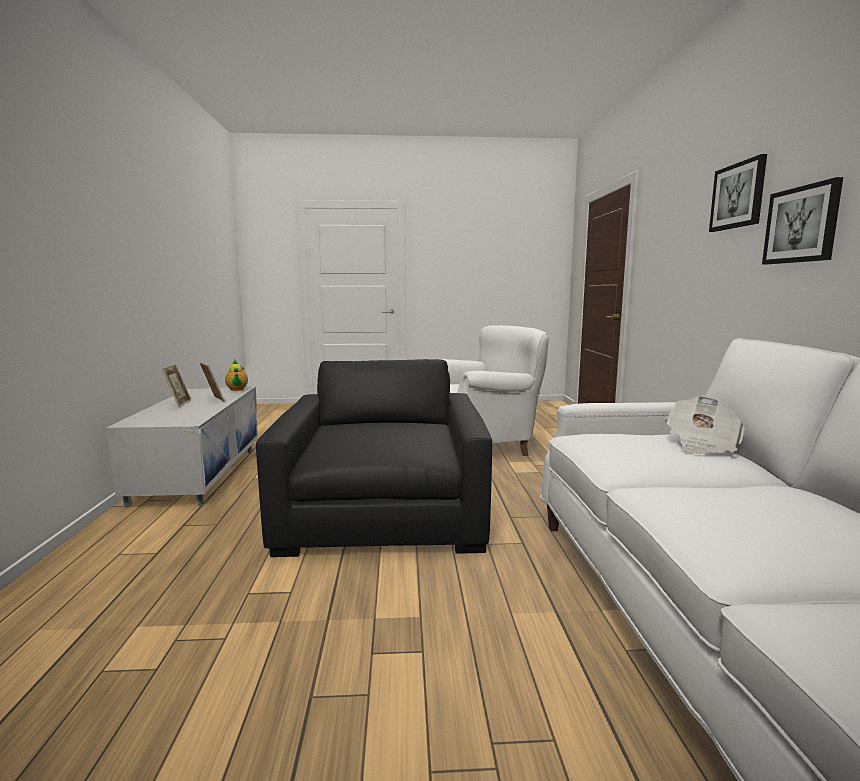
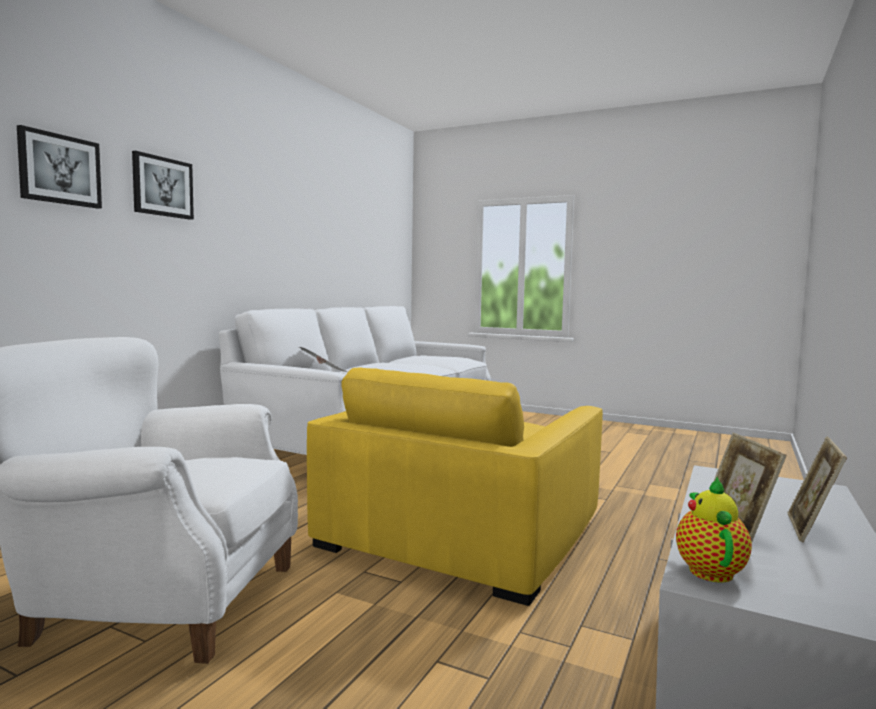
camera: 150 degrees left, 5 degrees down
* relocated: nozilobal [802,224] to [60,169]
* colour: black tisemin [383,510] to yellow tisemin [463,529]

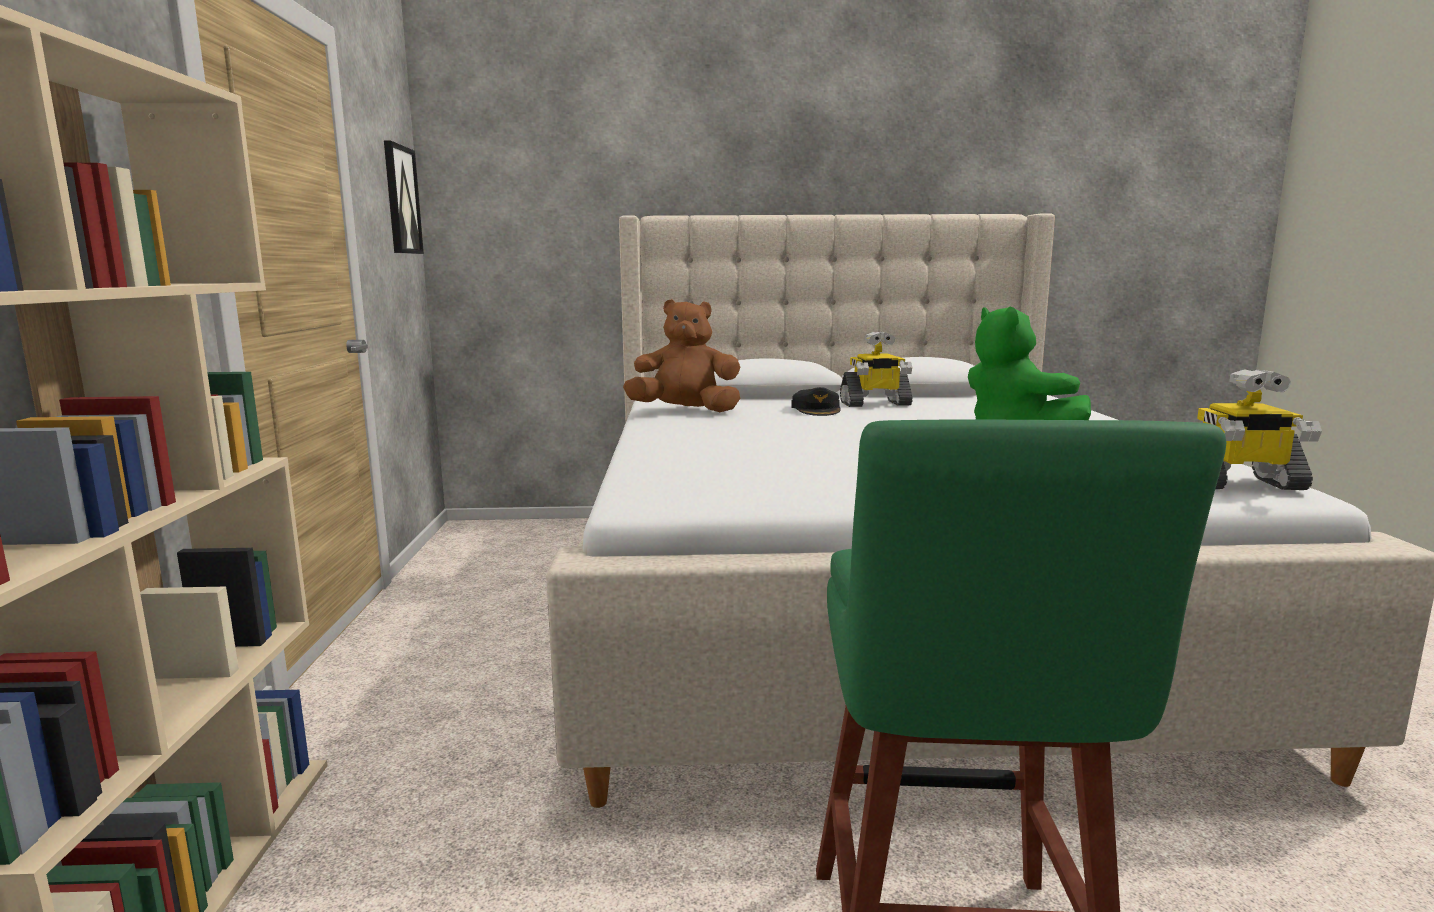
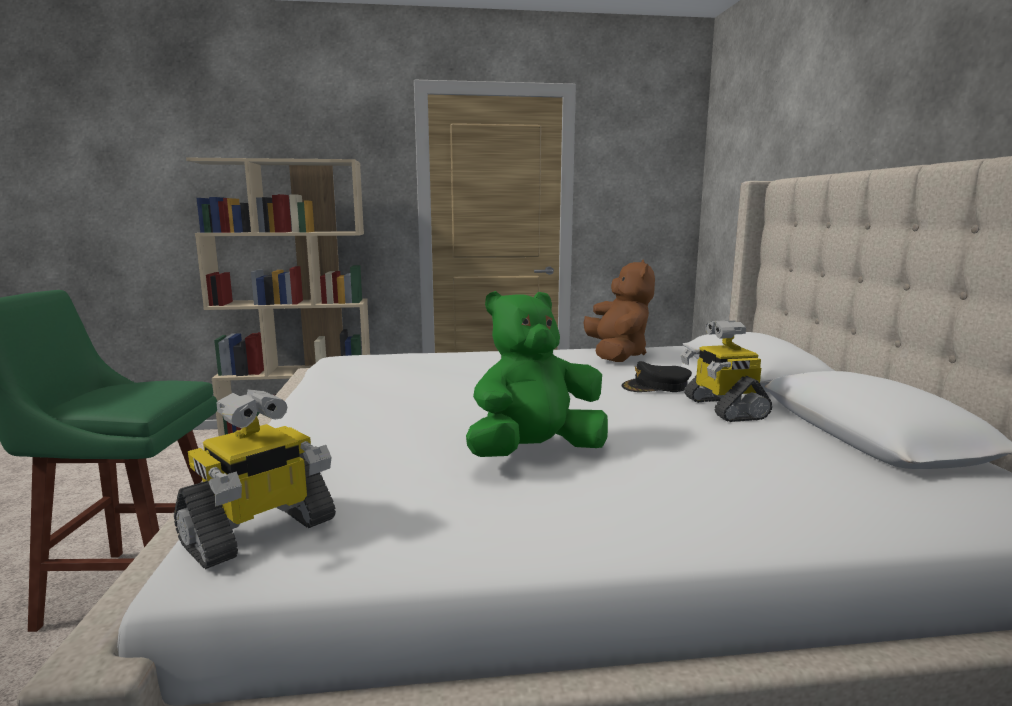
camera: 85 degrees right, 0 degrees up
* missing: nozilobal [401,200]
* spun: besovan [1238,484] = [259,532] 135 degrees counterclockwise

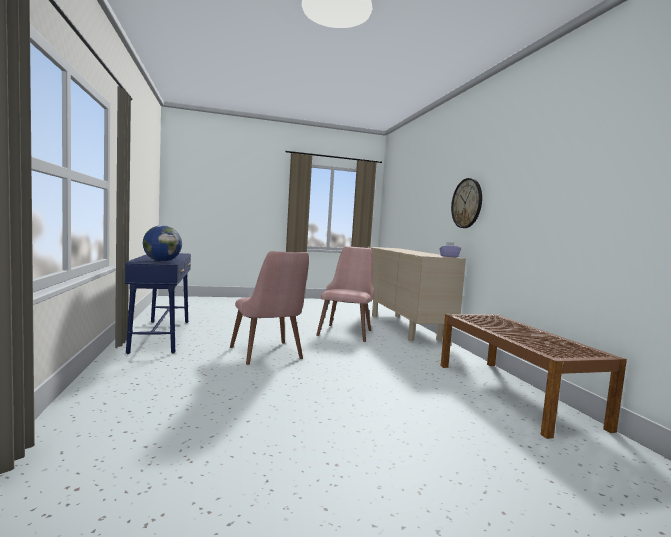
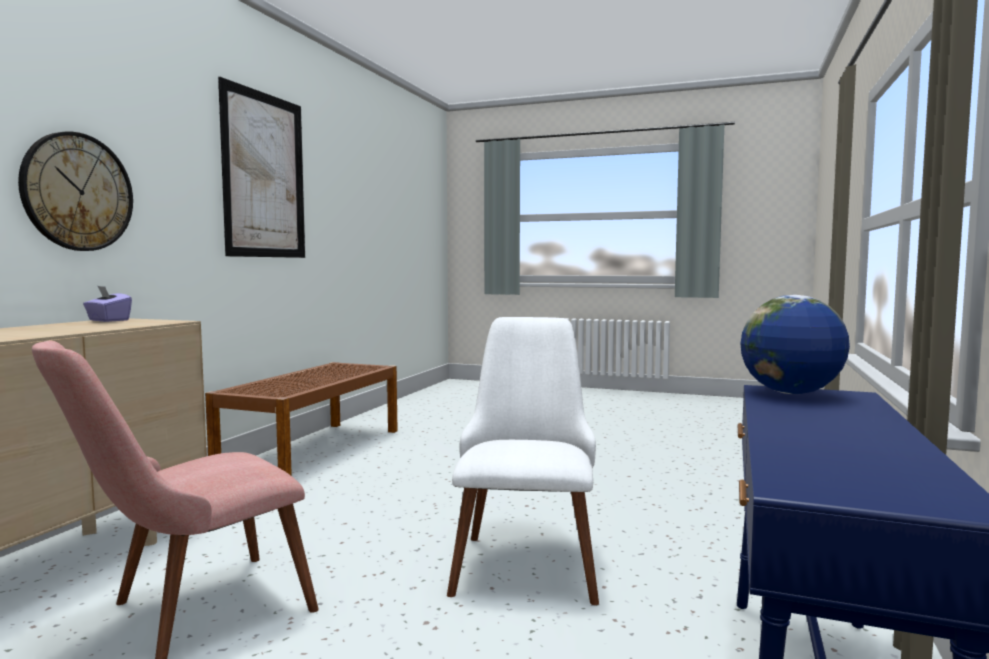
camera: 145 degrees left, 0 degrees up
* colour: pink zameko [270,355] to white zameko [526,557]
* appeared: nozilobal [265,175]

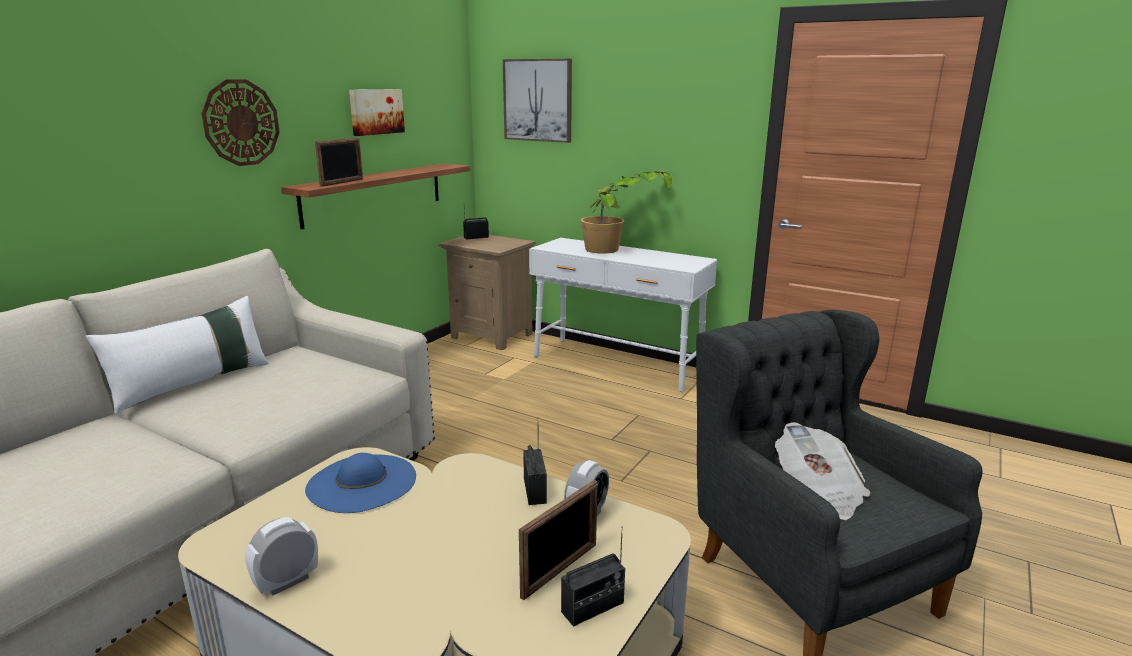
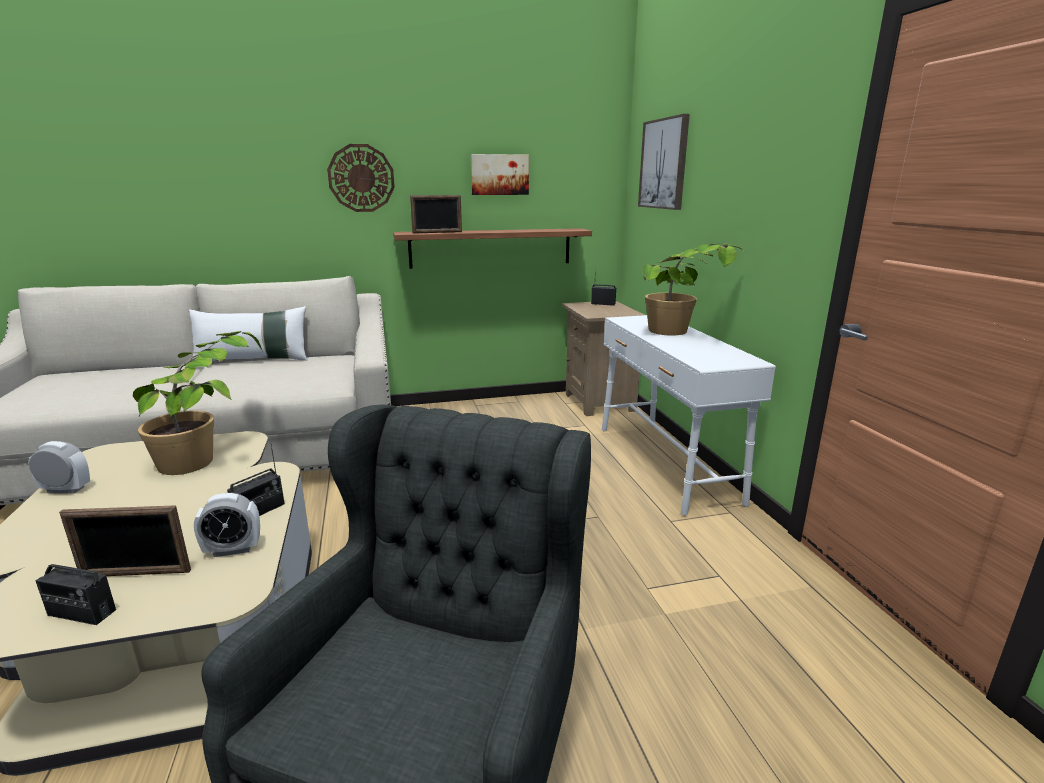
camera: 45 degrees right, 0 degrees up
* missing: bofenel [819,491]
* exchanged: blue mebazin [362,482] to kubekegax [212,454]

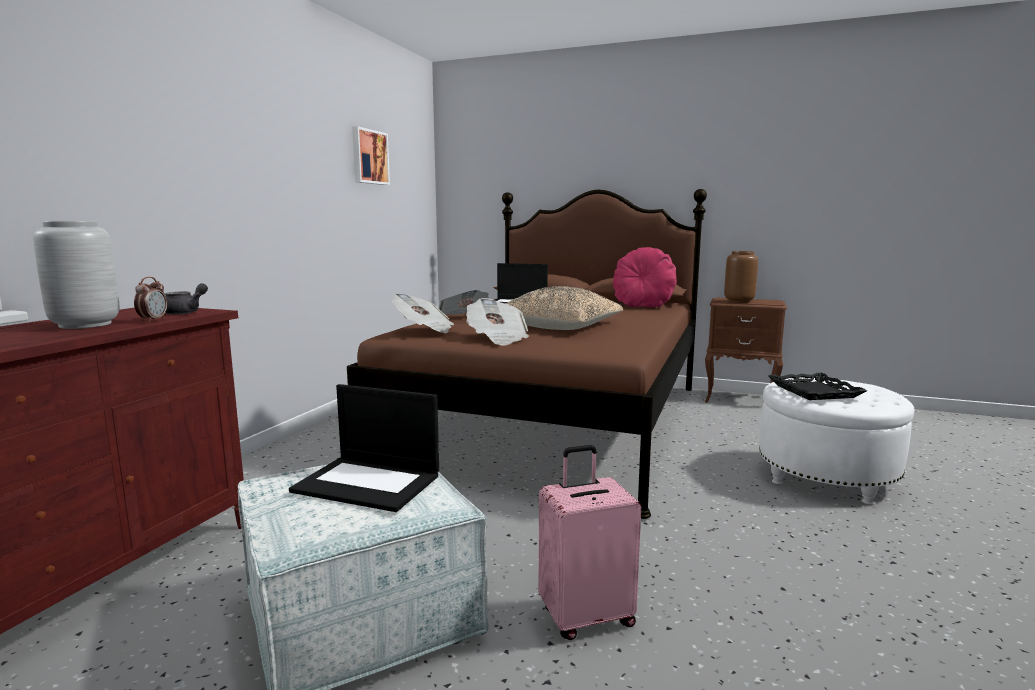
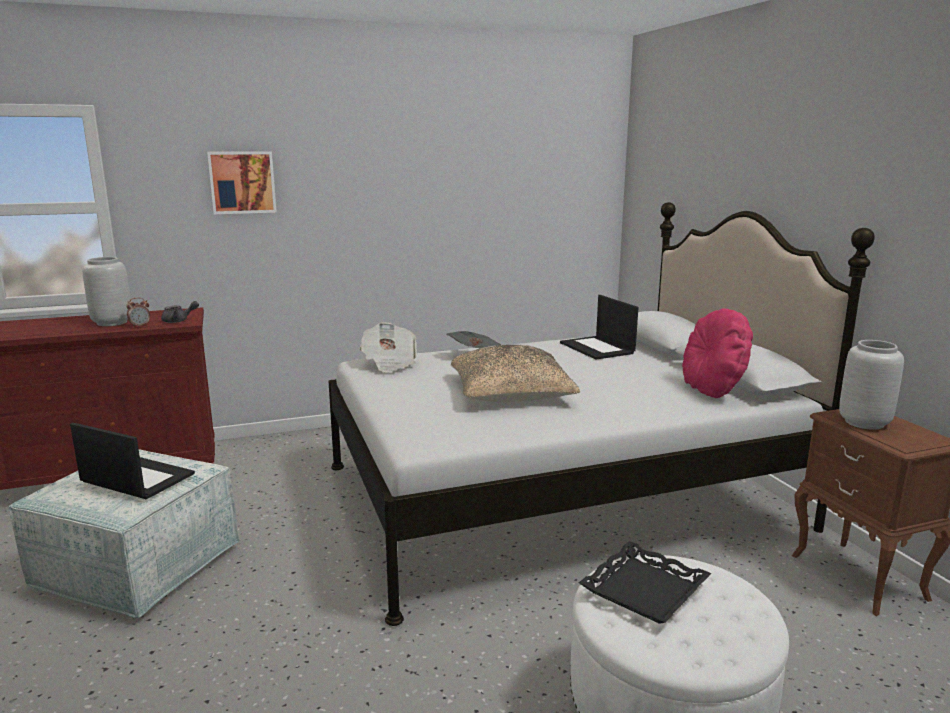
camera: 50 degrees right, 5 degrees up
* relocated: nozilobal [369,157] to [242,182]
* colour: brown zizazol [554,421] to white zizazol [558,497]
* colour: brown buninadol [739,301] to grey buninadol [865,423]
* missing: bofenel [497,339]
* spun: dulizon [369,483] = [136,478] 135 degrees clockwise
* missing: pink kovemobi [586,616]

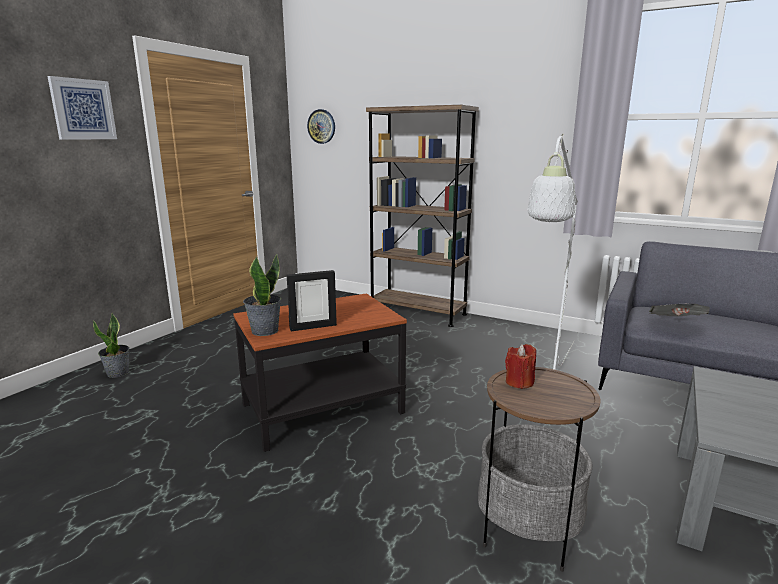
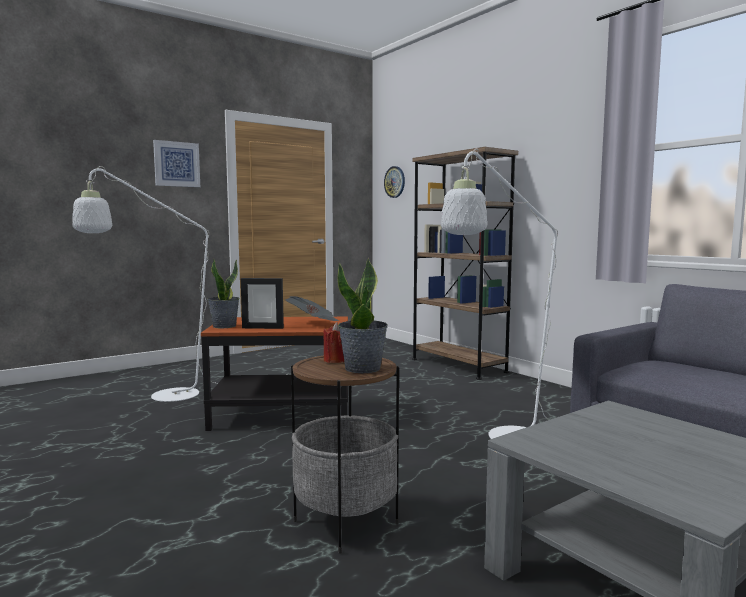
camera: 25 degrees right, 10 degrees down
* relocated: bofenel [675,324] to [314,323]
* relocated: kubekegax [118,373] to [363,368]
* appeared: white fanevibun [162,397]

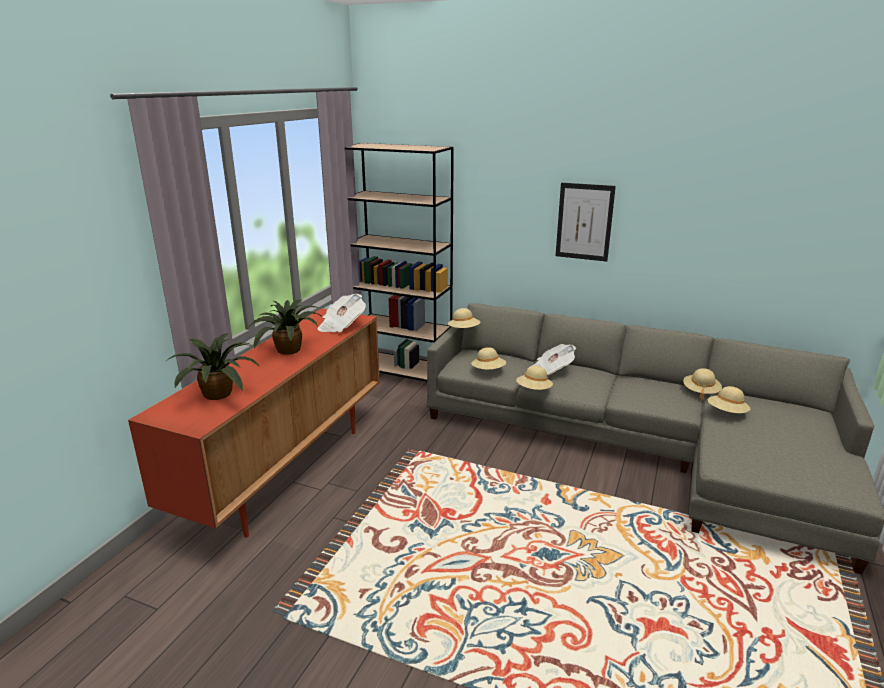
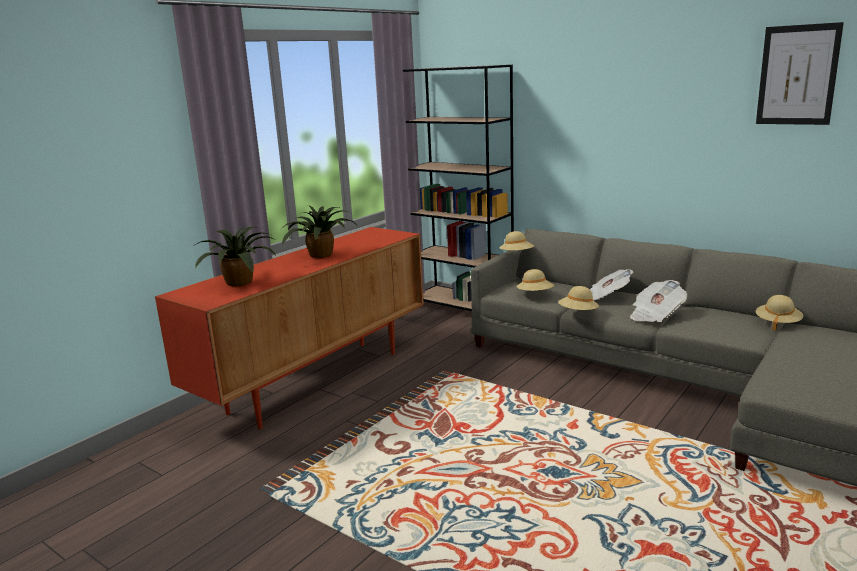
camera: 15 degrees right, 5 degrees down
* relocated: nozilobal [584,222] to [797,75]
* relocated: bofenel [341,326] to [655,315]
* missing: beige mebazin [727,413]

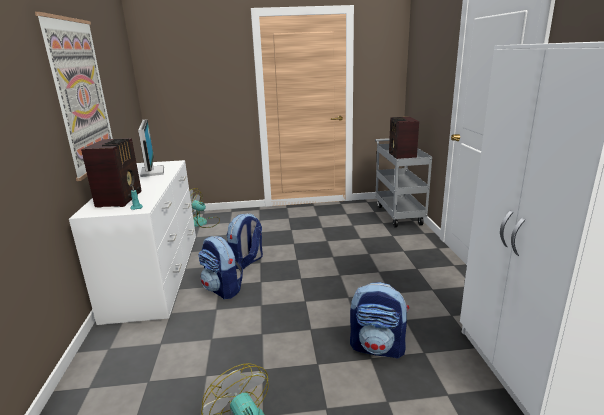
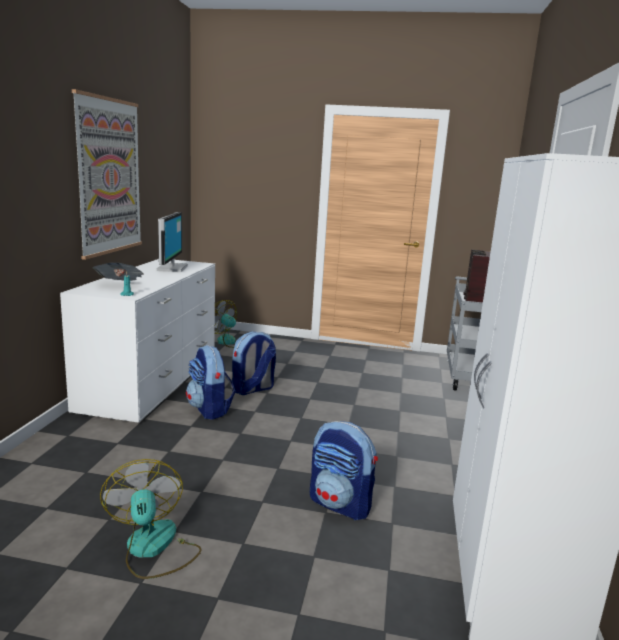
camera: 15 degrees right, 5 degrees down
* exchanged: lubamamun [121,199] to bofenel [120,285]

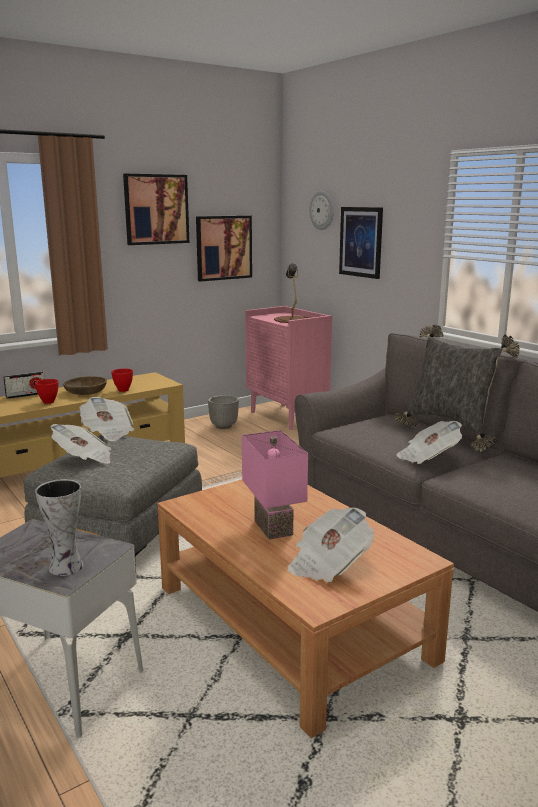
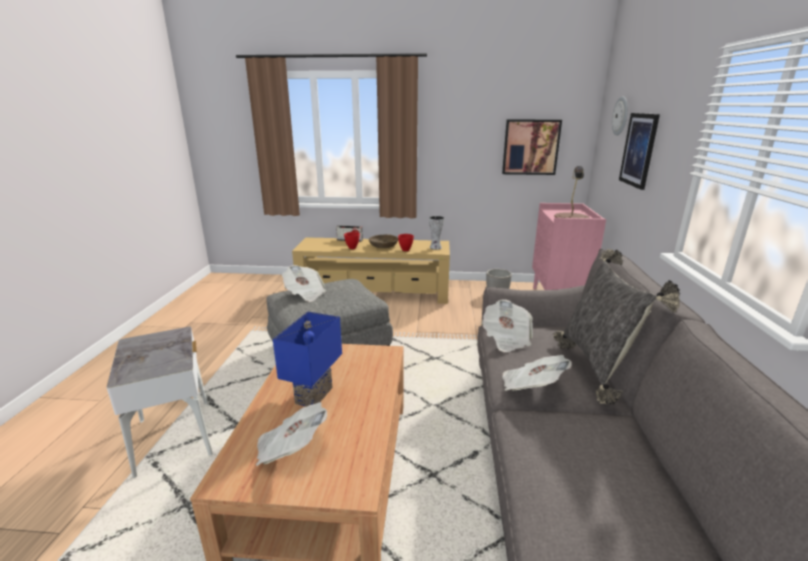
camera: 40 degrees right, 5 degrees up
* missing: nozilobal [156,209]
* relocated: bofenel [108,432] to [506,338]
* colour: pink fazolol [275,528] to blue fazolol [315,396]
* relocated: buninadol [65,567] to [435,247]

